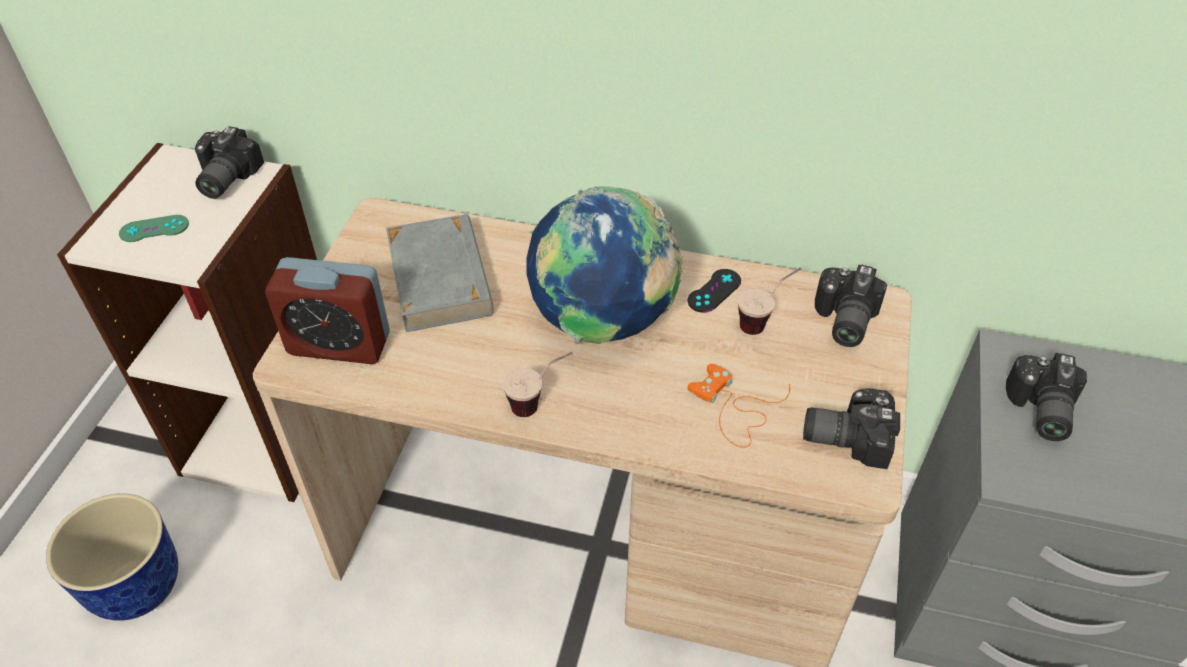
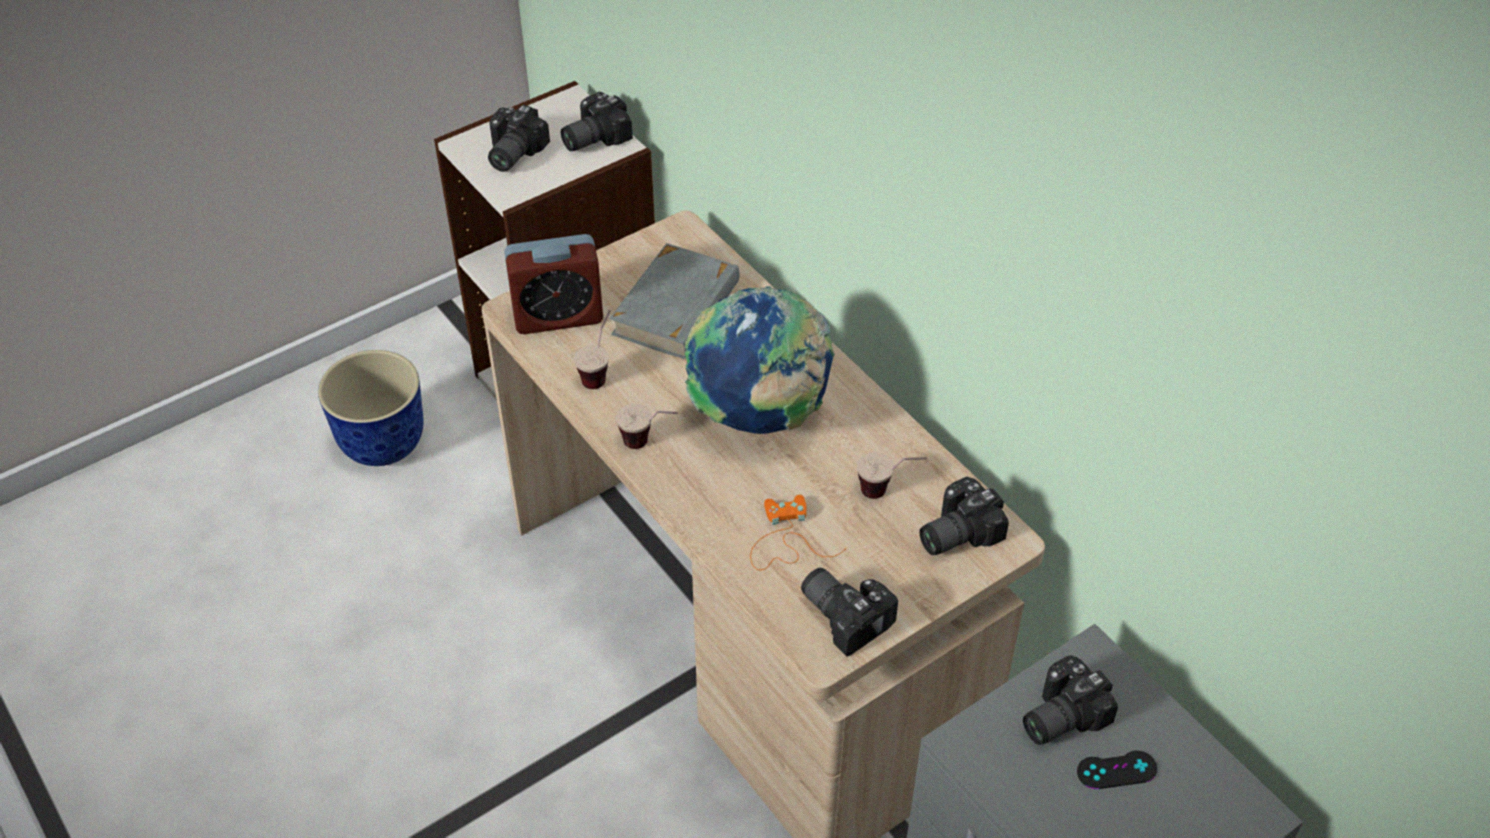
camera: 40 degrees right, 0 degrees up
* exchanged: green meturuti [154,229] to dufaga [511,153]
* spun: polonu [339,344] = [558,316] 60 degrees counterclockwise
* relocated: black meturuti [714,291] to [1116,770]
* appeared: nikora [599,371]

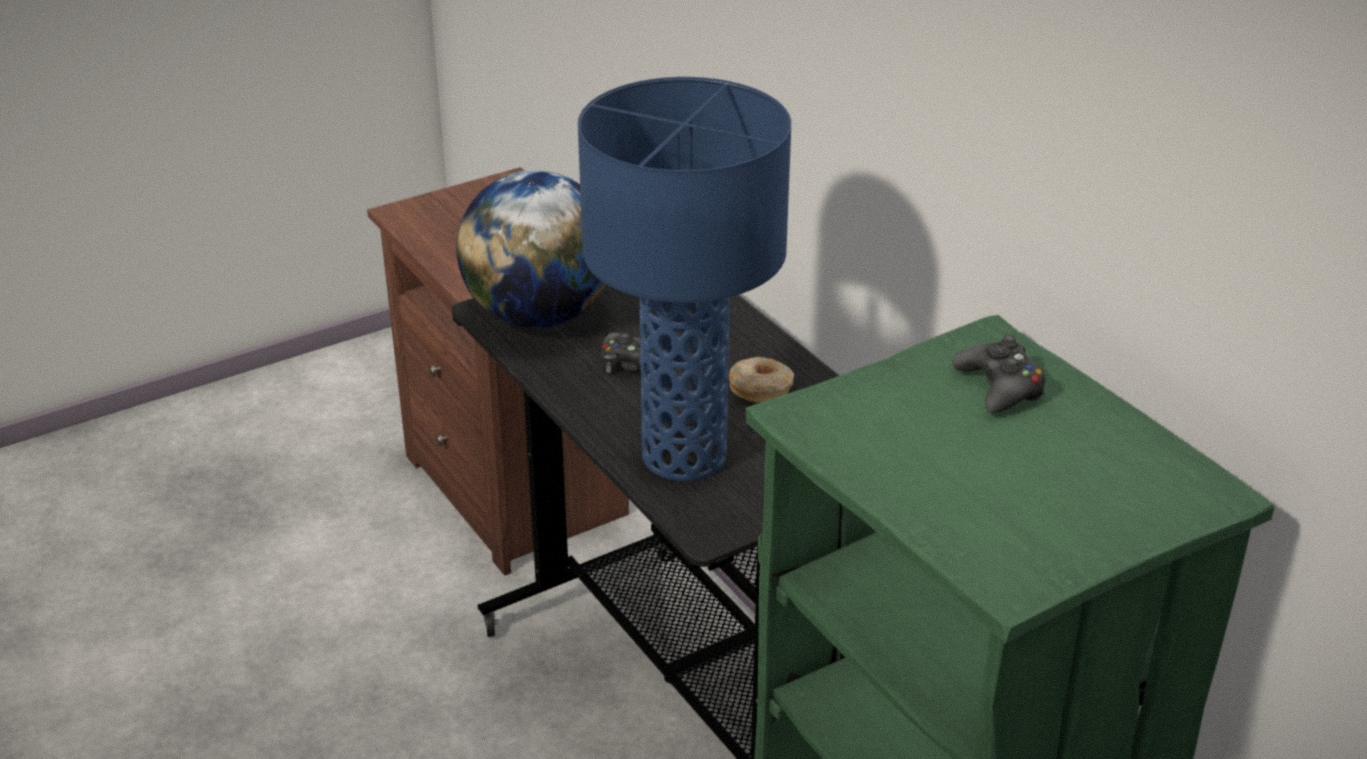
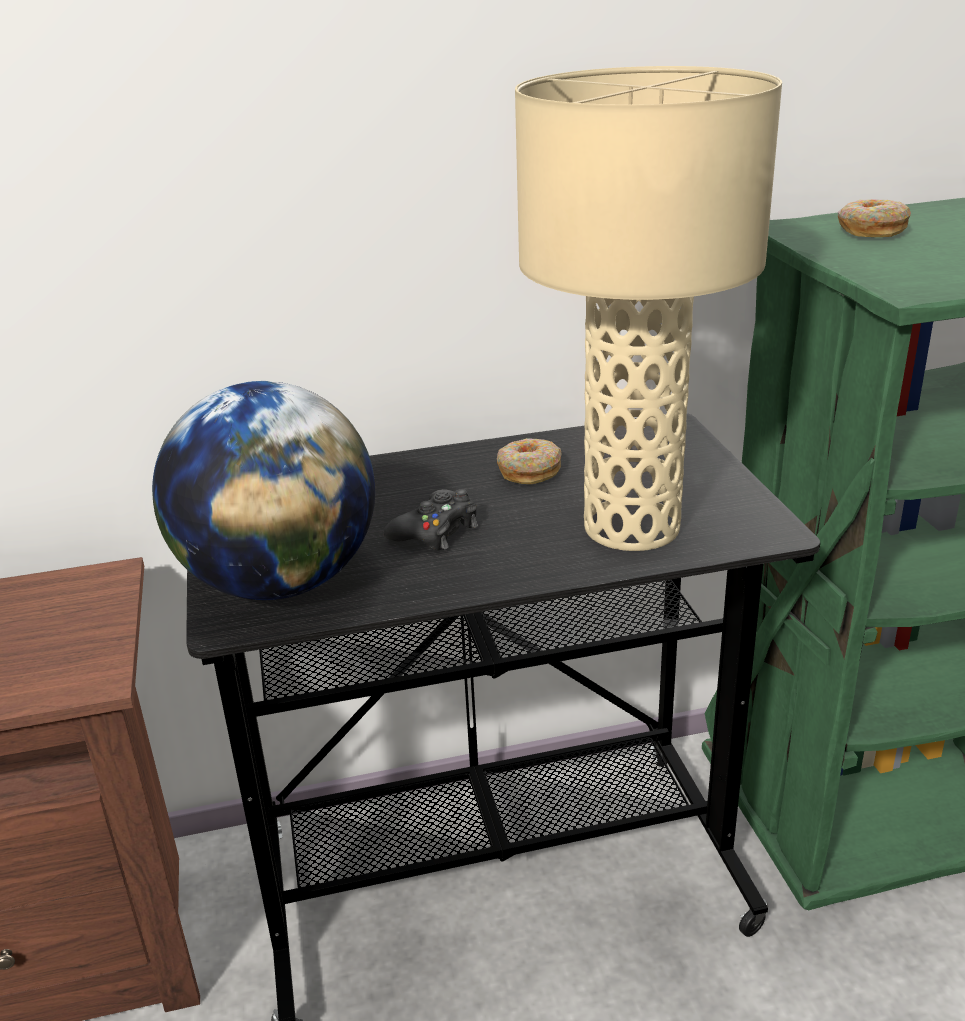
camera: 70 degrees left, 5 degrees down
* colour: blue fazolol [683,455] to beige fazolol [630,527]
* exchanged: black meturuti [1000,387] to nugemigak [870,230]

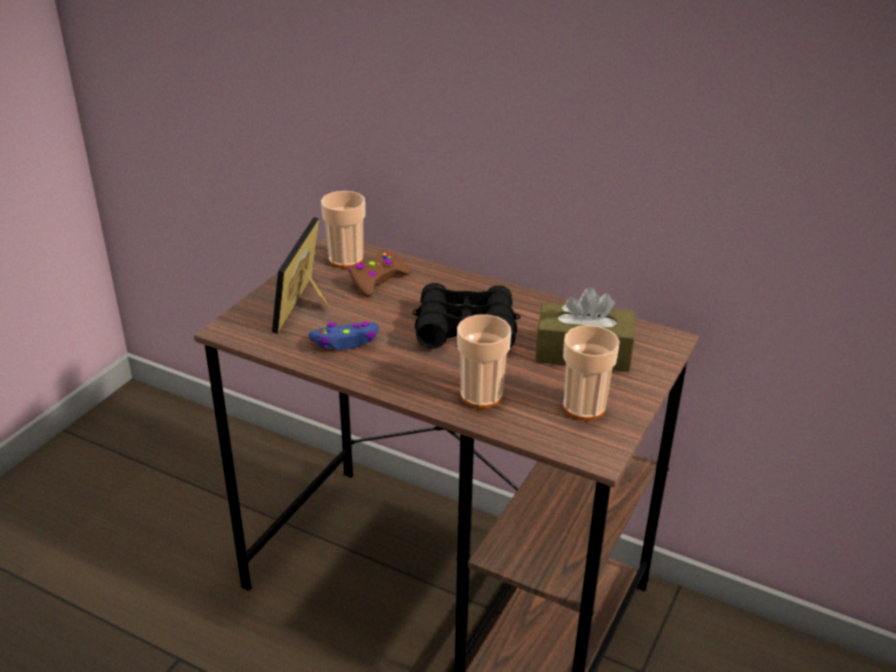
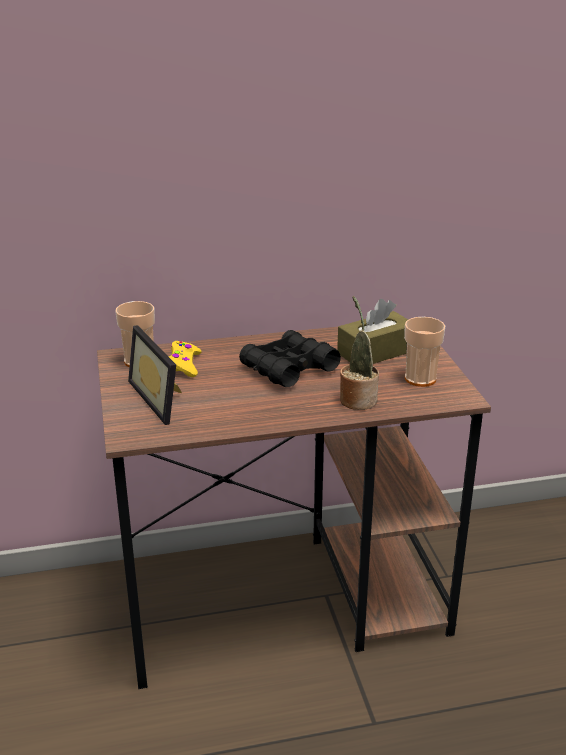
camera: 40 degrees left, 5 degrees down
* colour: brown meturuti [377,280] to yellow meturuti [184,365]
* exchanged: nikora [481,395] to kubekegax [357,399]
* missing: blue meturuti [346,342]

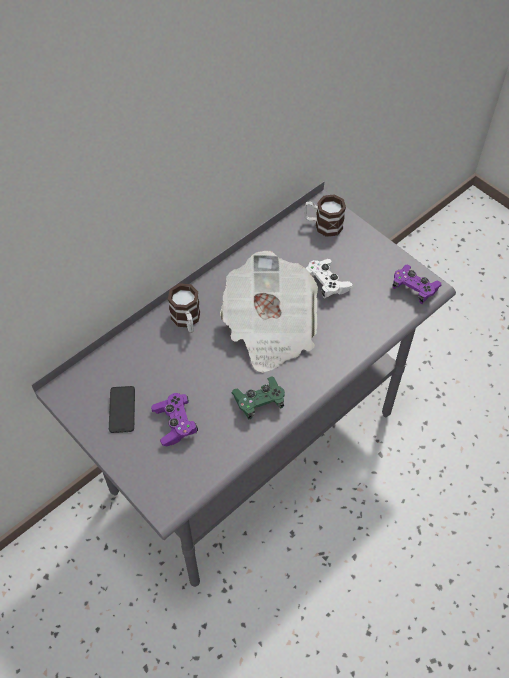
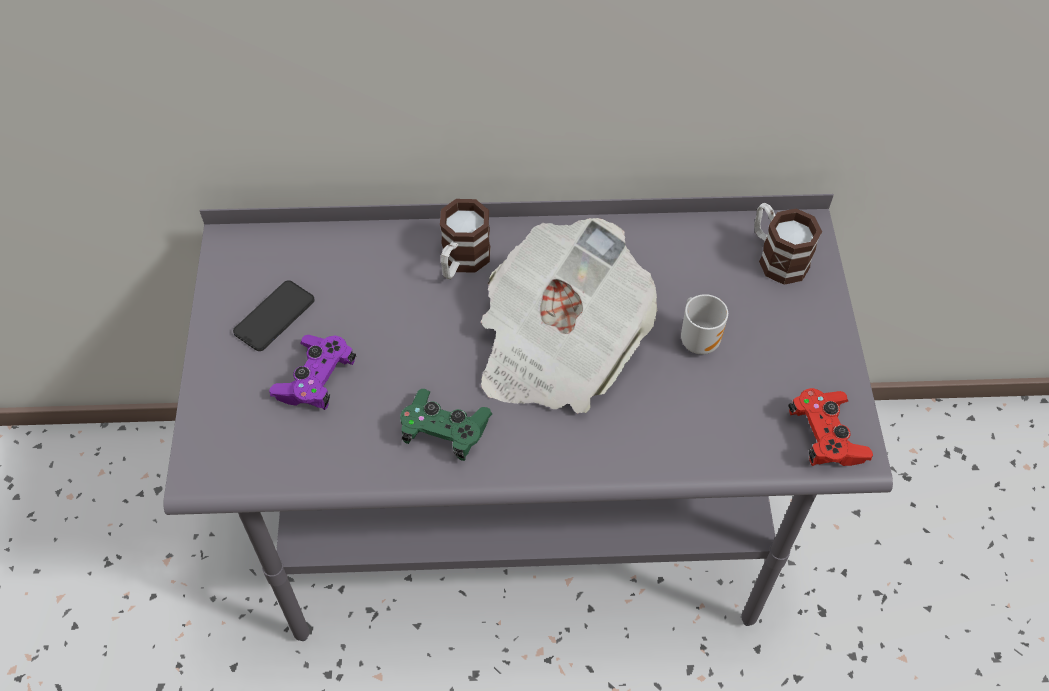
camera: 40 degrees right, 0 degrees up
* exchanged: white meturuti [326,283] to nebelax [699,340]
* colour: purple meturuti [414,288] to red meturuti [825,436]

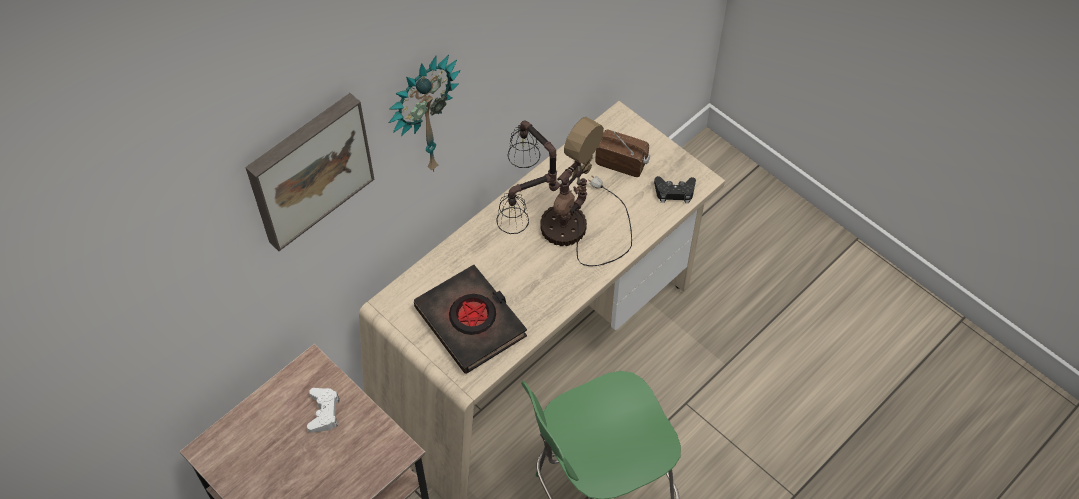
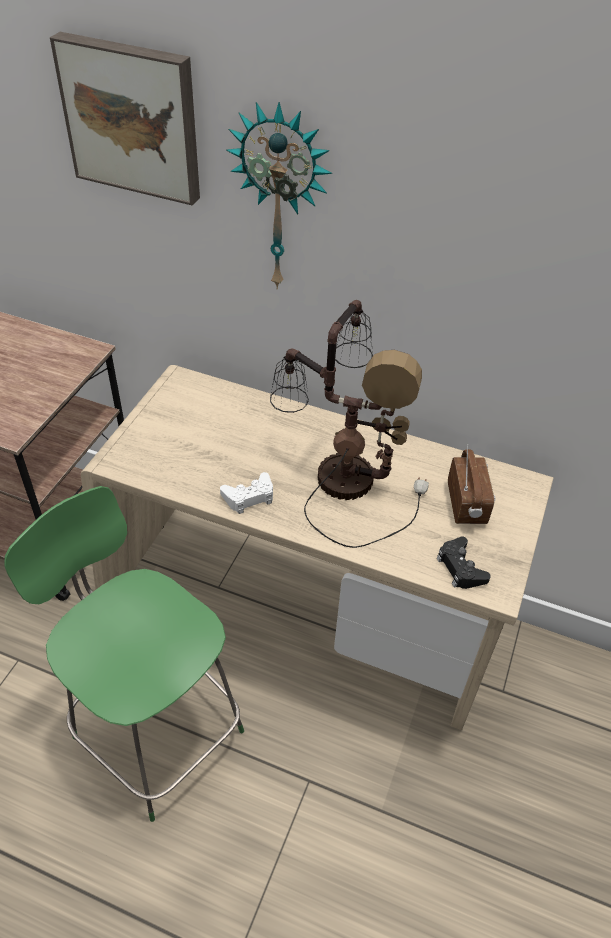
camera: 65 degrees right, 10 degrees down
* missing: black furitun [471,322]
* relocated: white meturuti [324,412] to [249,497]

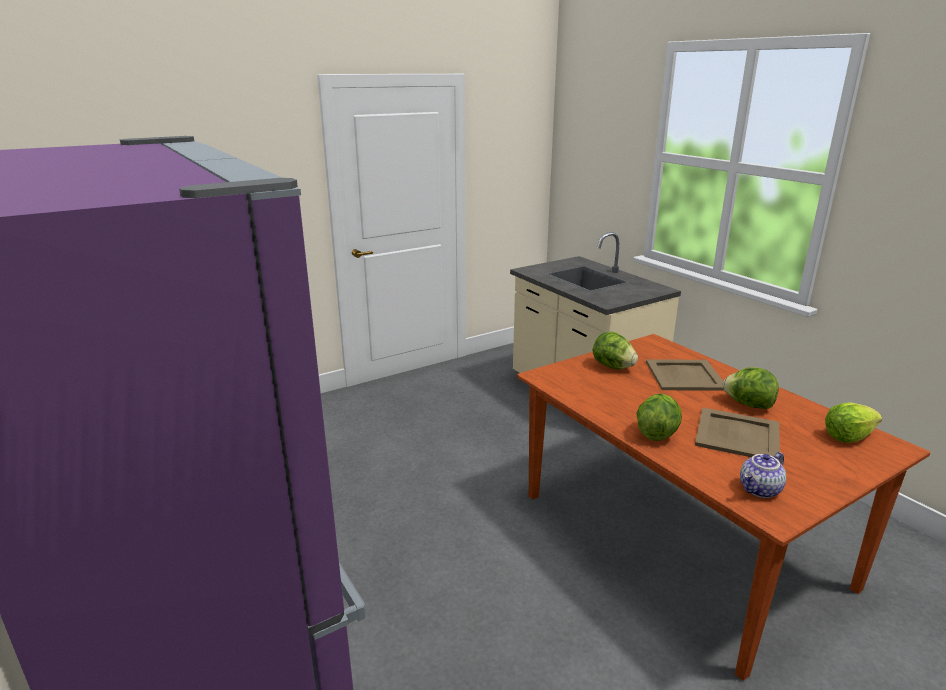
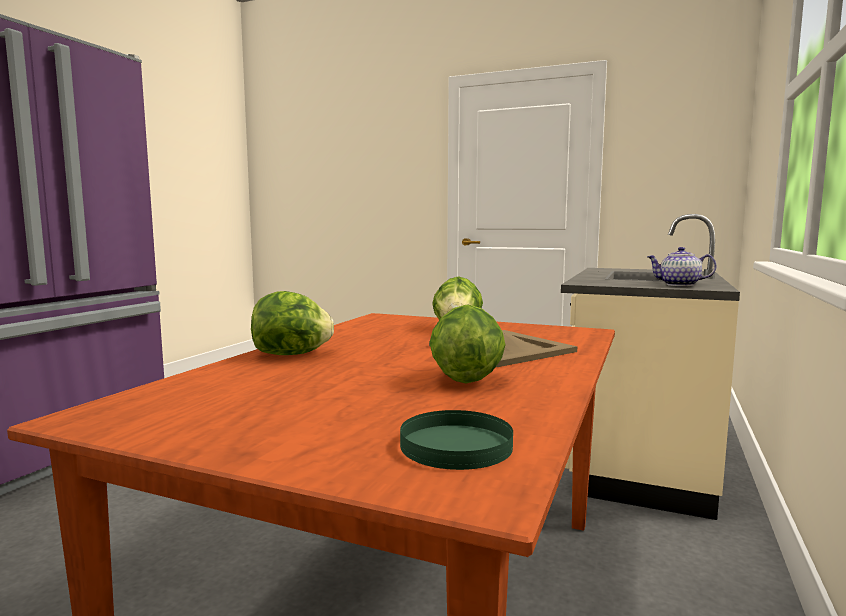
camera: 55 degrees right, 15 degrees down
* exchanged: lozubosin [848,436] to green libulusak [456,445]
* missing: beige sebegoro [737,434]
* relocated: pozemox [760,490] to [679,285]

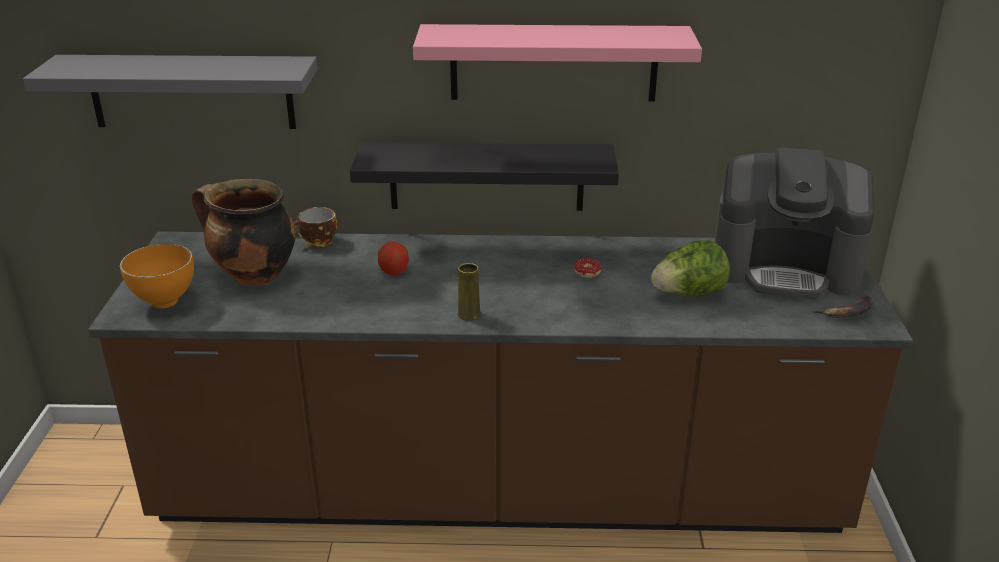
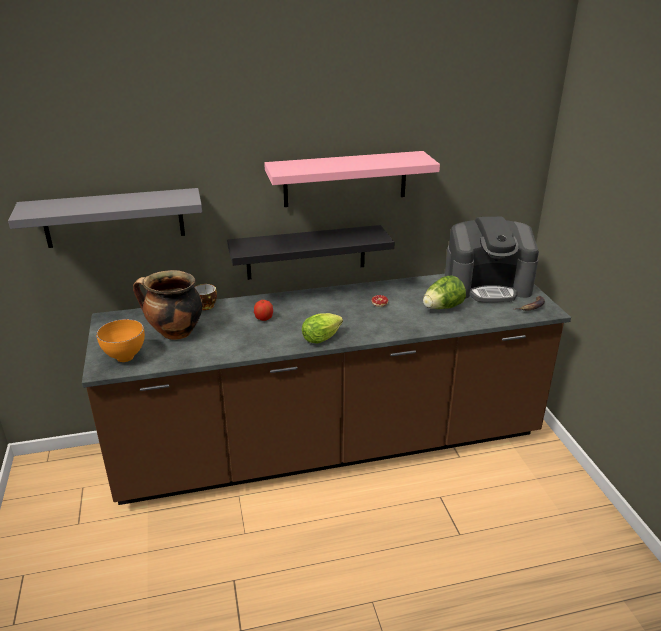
camera: 15 degrees left, 0 degrees up
* exchanged: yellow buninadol [469,314] to lozubosin [323,338]

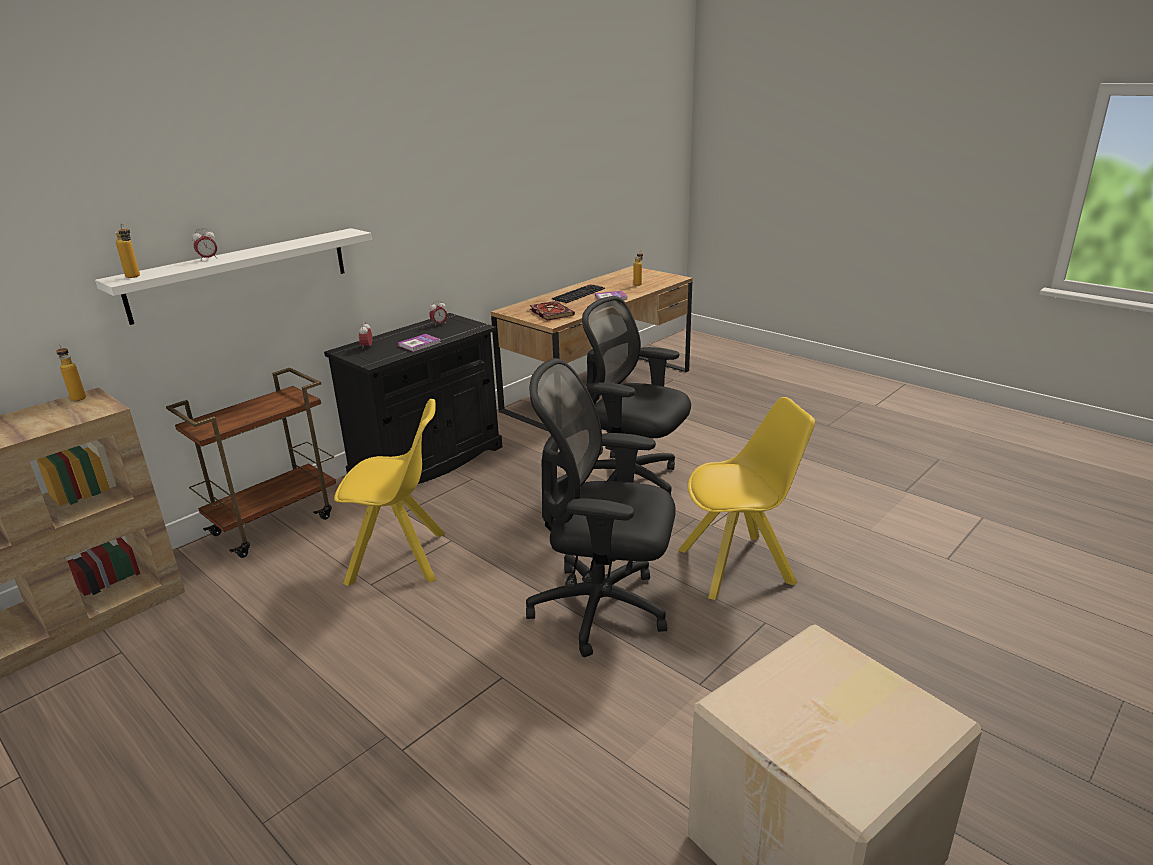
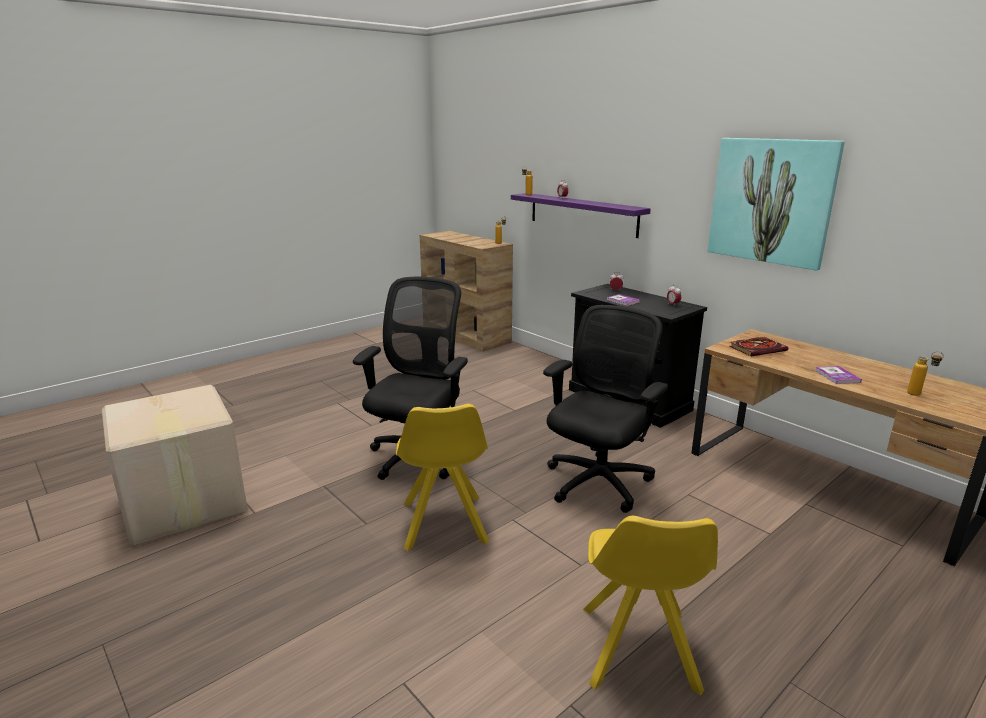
camera: 95 degrees right, 5 degrees down
* colour: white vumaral [241,274] to purple vumaral [582,214]
* missing: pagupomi [578,294]
* missing: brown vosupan [276,524]
* relocated: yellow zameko [400,558] to [638,651]
* appeared: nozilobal [771,201]

